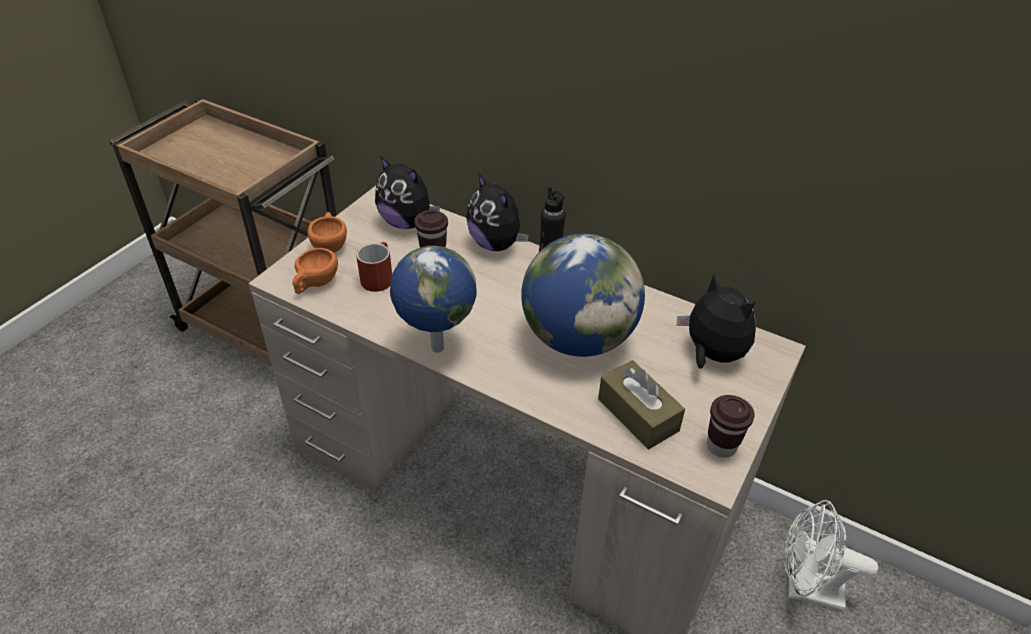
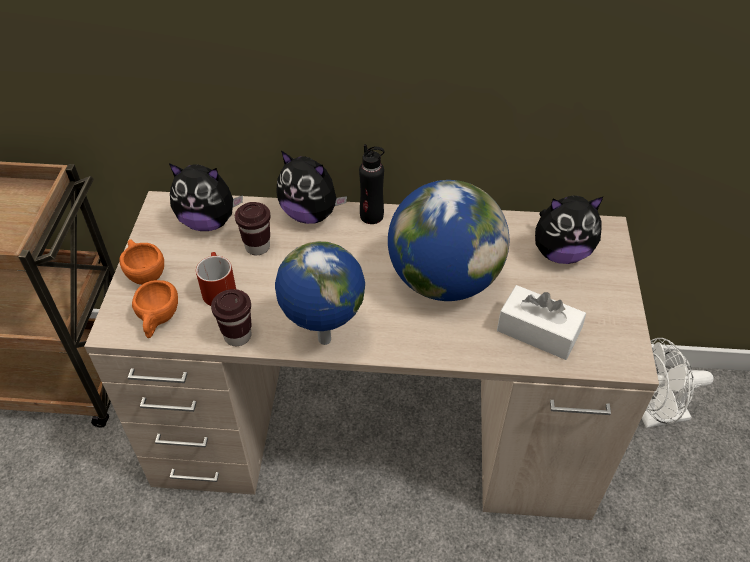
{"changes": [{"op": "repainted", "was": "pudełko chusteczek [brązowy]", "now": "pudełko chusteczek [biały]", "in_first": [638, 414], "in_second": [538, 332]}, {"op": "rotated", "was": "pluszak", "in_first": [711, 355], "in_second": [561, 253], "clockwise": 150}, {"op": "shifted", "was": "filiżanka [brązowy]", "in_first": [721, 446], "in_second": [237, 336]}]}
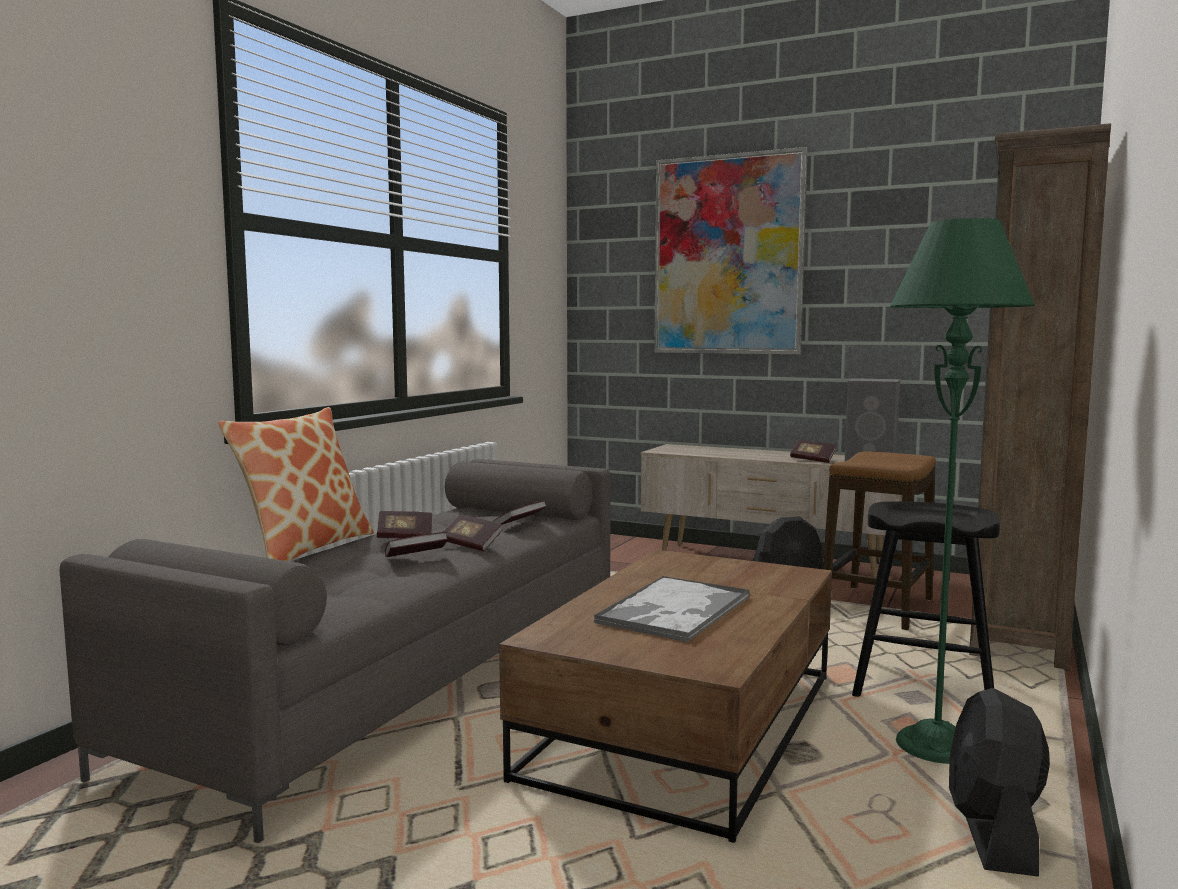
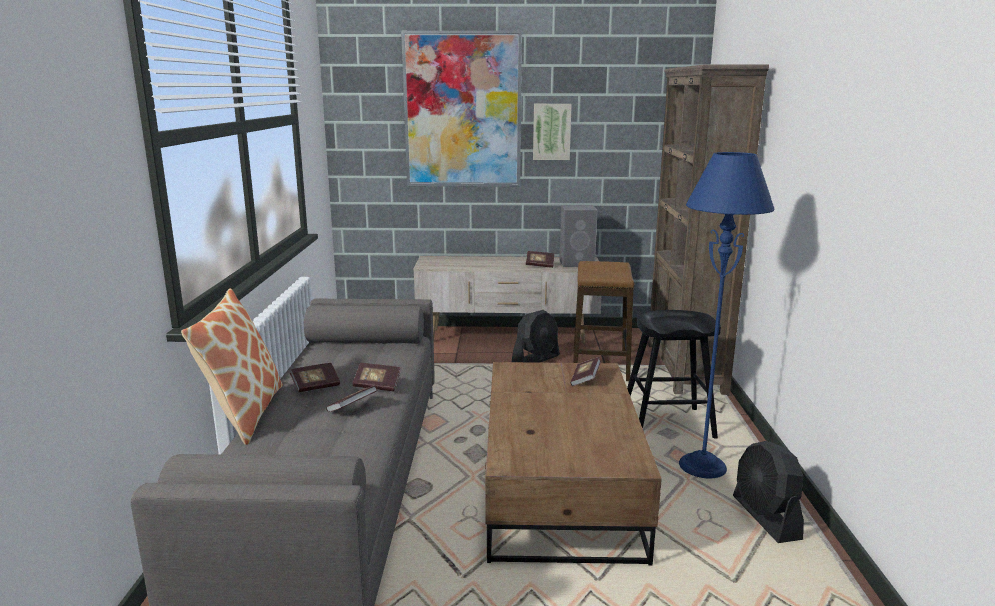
{"changes": [{"op": "shifted", "was": "książka", "in_first": [519, 525], "in_second": [585, 379]}, {"op": "gone", "was": "taca", "in_first": [673, 610]}, {"op": "repainted", "was": "lampa stojąca [zielony]", "now": "lampa stojąca [niebieski]", "in_first": [936, 747], "in_second": [702, 467]}, {"op": "new", "now": "obraz", "in_second": [551, 131]}]}
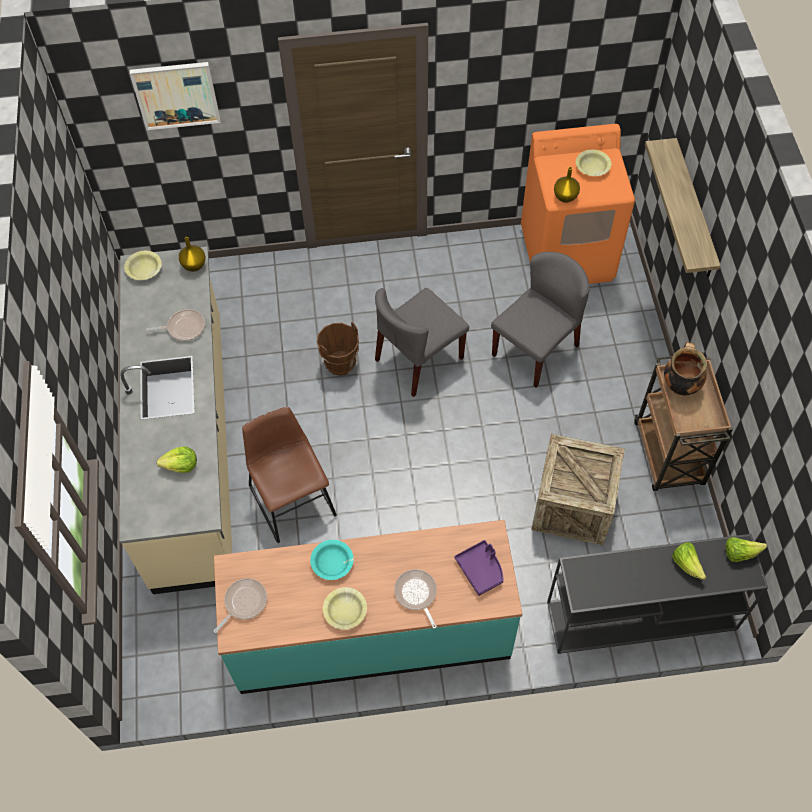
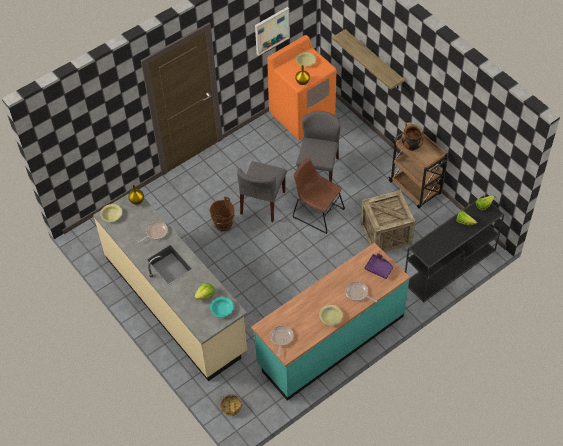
{"changes": [{"op": "shifted", "was": "obraz", "in_first": [176, 95], "in_second": [271, 30]}, {"op": "shifted", "was": "krzesło [brązowy]", "in_first": [291, 497], "in_second": [316, 212]}, {"op": "shifted", "was": "miska [turkusowy]", "in_first": [332, 562], "in_second": [222, 309]}, {"op": "new", "now": "koszyk", "in_second": [231, 406]}]}
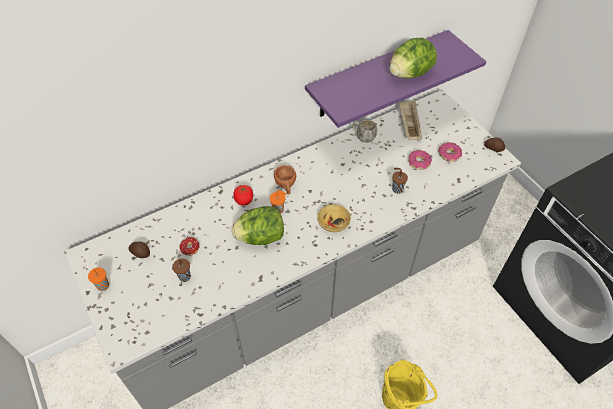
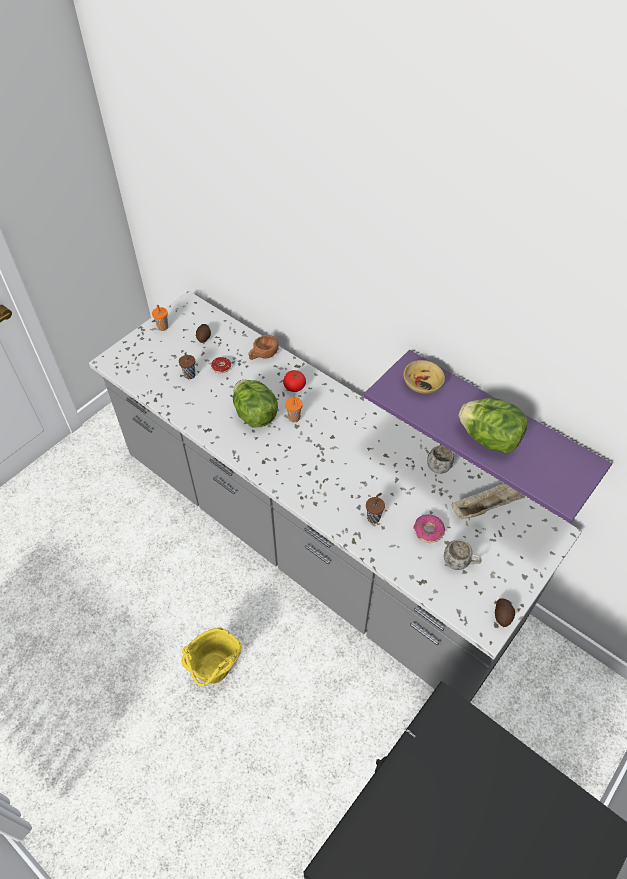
{"changes": [{"op": "shifted", "was": "filiżanka [brązowy]", "in_first": [286, 186], "in_second": [263, 356]}, {"op": "shifted", "was": "miska [beżowy]", "in_first": [333, 222], "in_second": [423, 383]}, {"op": "swapped", "was": "donut", "now": "kubek [biały]", "in_first": [449, 155], "in_second": [460, 563]}]}
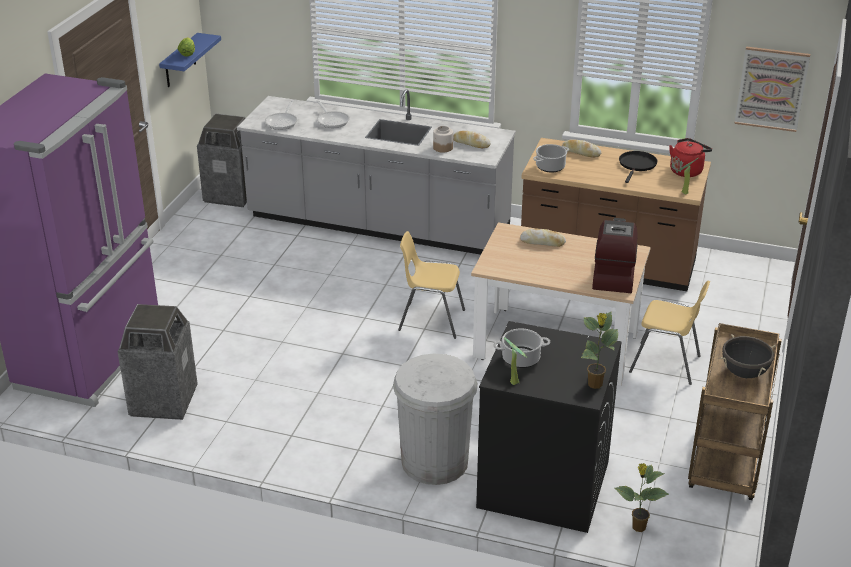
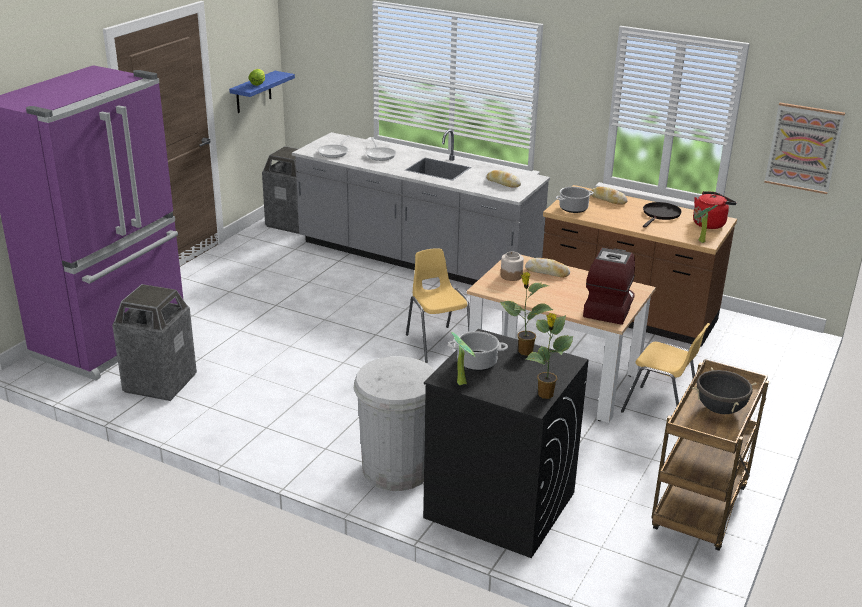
{"changes": [{"op": "rotated", "was": "krzesło [żółty]", "in_first": [431, 320], "in_second": [437, 343], "clockwise": 45}, {"op": "shifted", "was": "słoik", "in_first": [442, 148], "in_second": [511, 276]}, {"op": "shifted", "was": "roślina doniczkowa", "in_first": [638, 527], "in_second": [524, 351]}]}
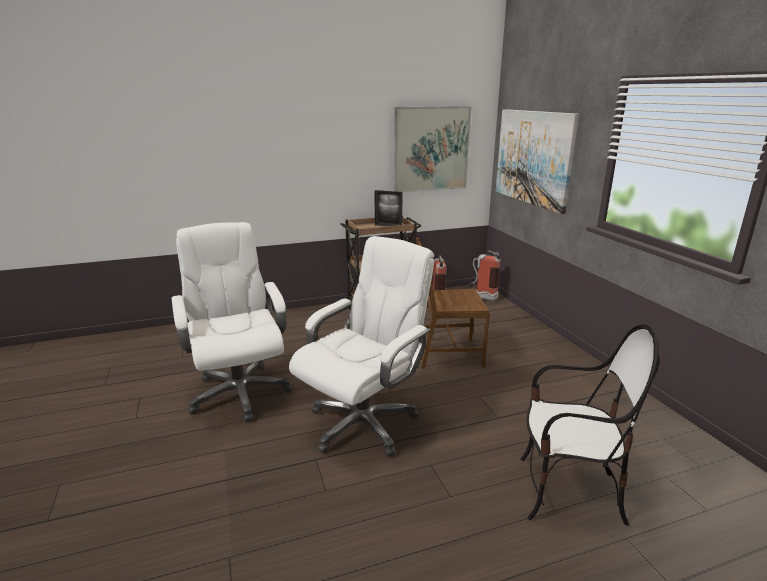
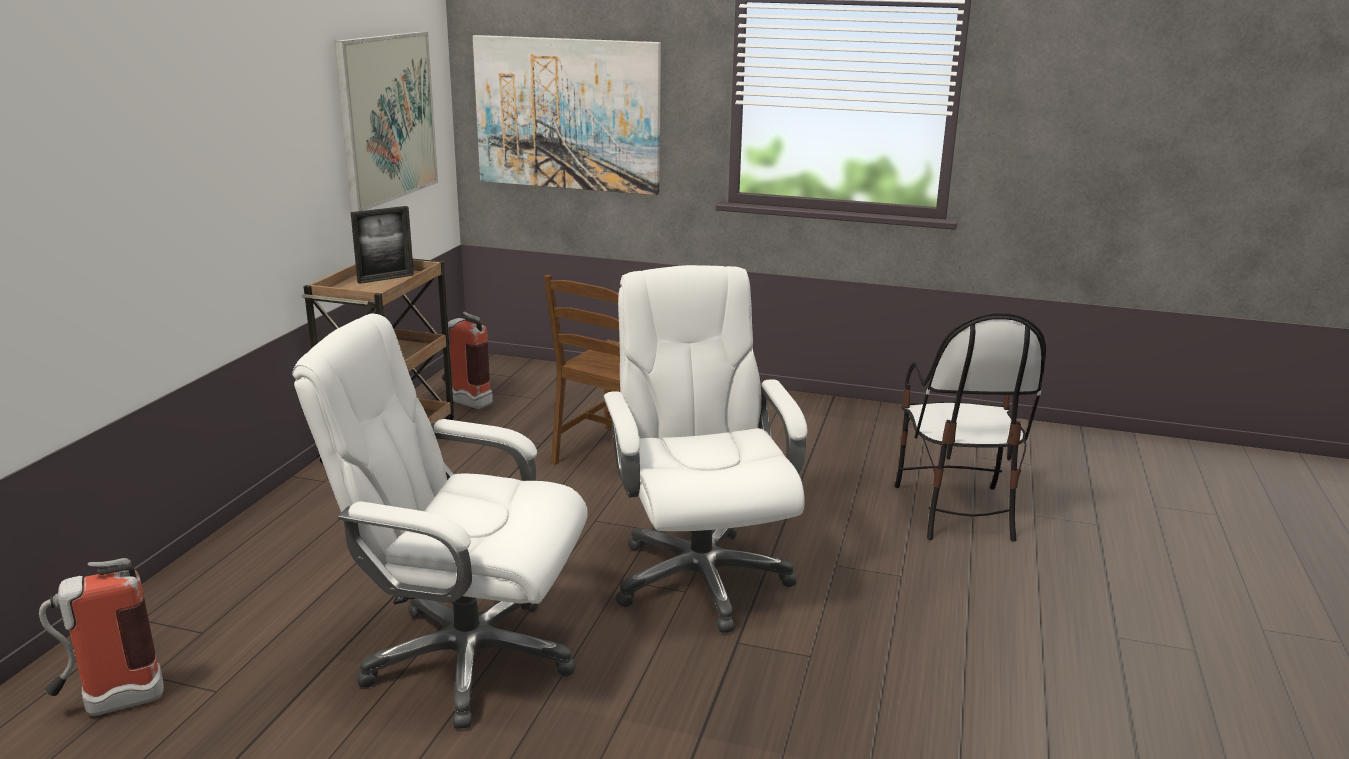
{"changes": [{"op": "shifted", "was": "gaśnica", "in_first": [482, 297], "in_second": [109, 705]}, {"op": "rotated", "was": "krzesło", "in_first": [568, 492], "in_second": [955, 511], "clockwise": 135}]}
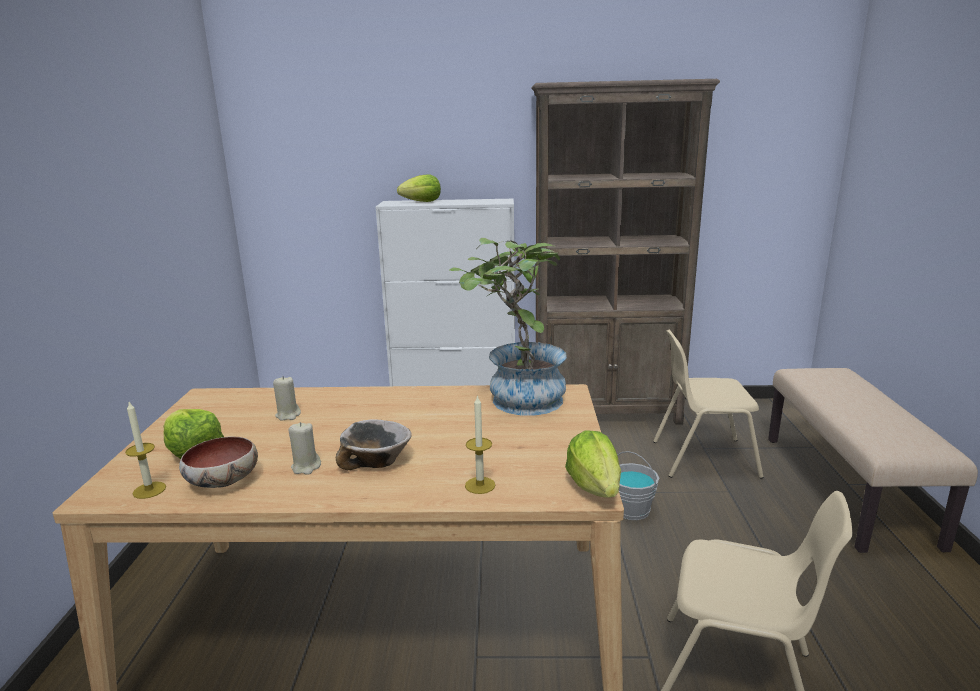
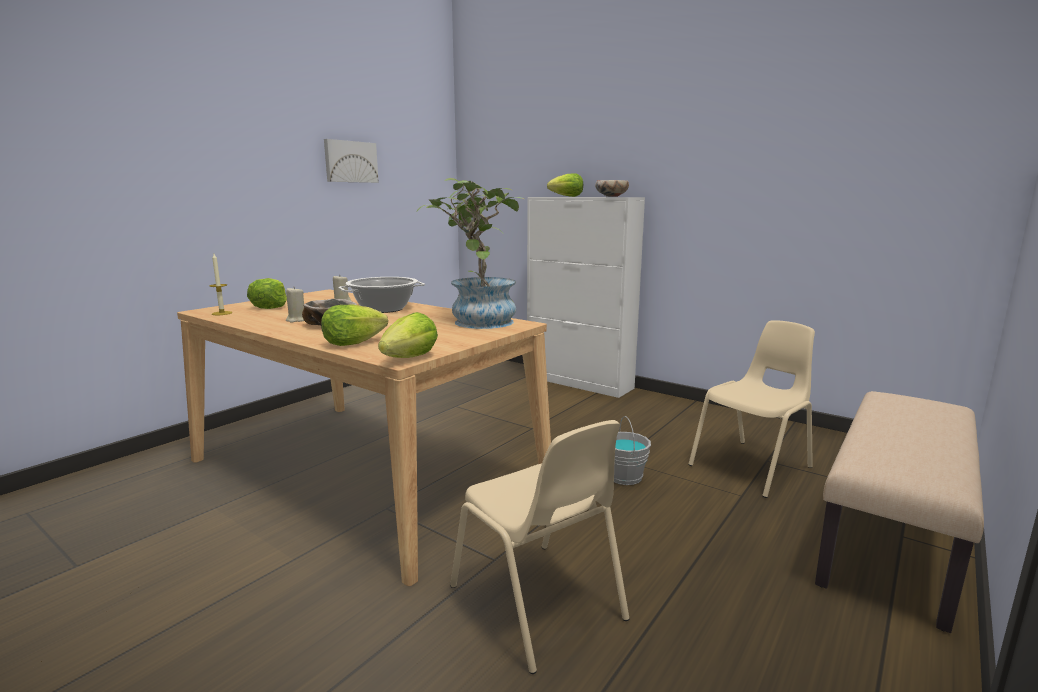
{"changes": [{"op": "shifted", "was": "miska", "in_first": [222, 482], "in_second": [611, 196]}, {"op": "swapped", "was": "świeca", "now": "sałata", "in_first": [480, 485], "in_second": [353, 343]}, {"op": "gone", "was": "regał [brązowy]", "in_first": [607, 412]}, {"op": "rotated", "was": "krzesło [beżowy]", "in_first": [702, 458], "in_second": [753, 466], "clockwise": 105}, {"op": "new", "now": "obraz", "in_second": [350, 161]}, {"op": "new", "now": "garnek", "in_second": [383, 309]}]}
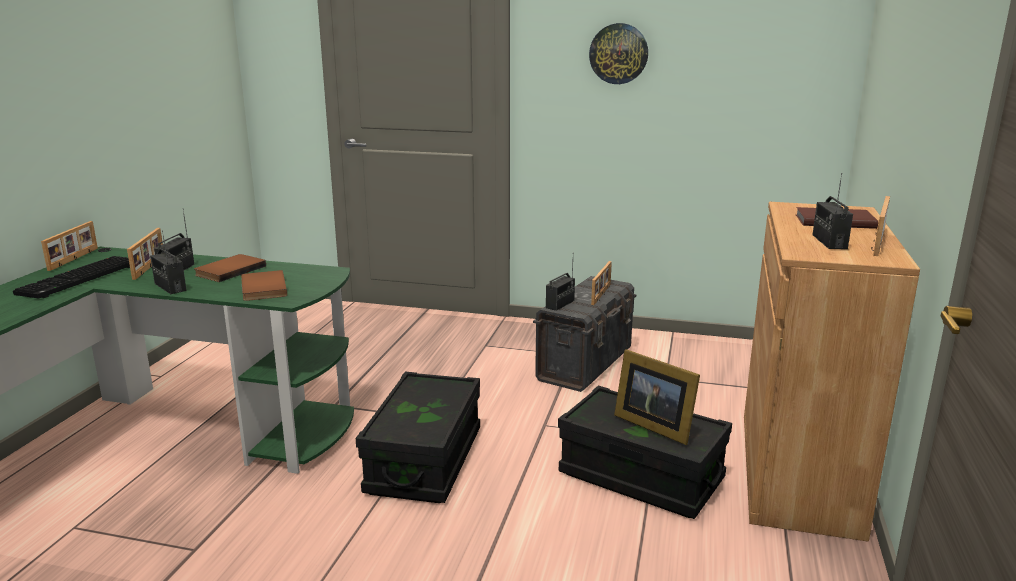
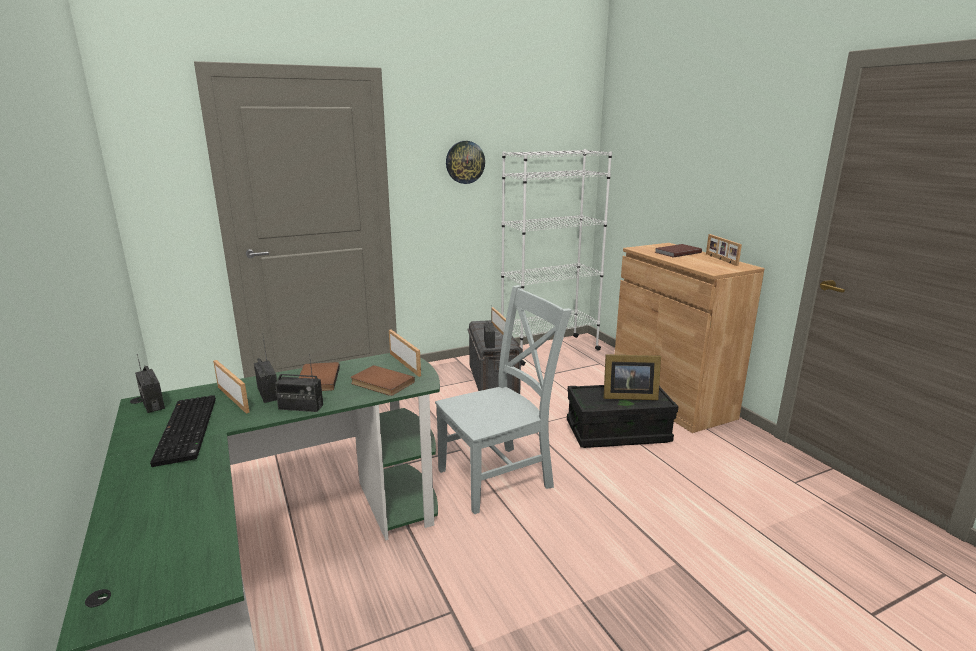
{"changes": [{"op": "shifted", "was": "ramka na zdjęcie", "in_first": [74, 259], "in_second": [405, 364]}, {"op": "swapped", "was": "pojemnik do przechowywania [czarny]", "now": "krzesło [szary]", "in_first": [424, 461], "in_second": [499, 477]}, {"op": "shifted", "was": "radio", "in_first": [829, 241], "in_second": [152, 403]}, {"op": "new", "now": "regał [biały]", "in_second": [549, 350]}]}
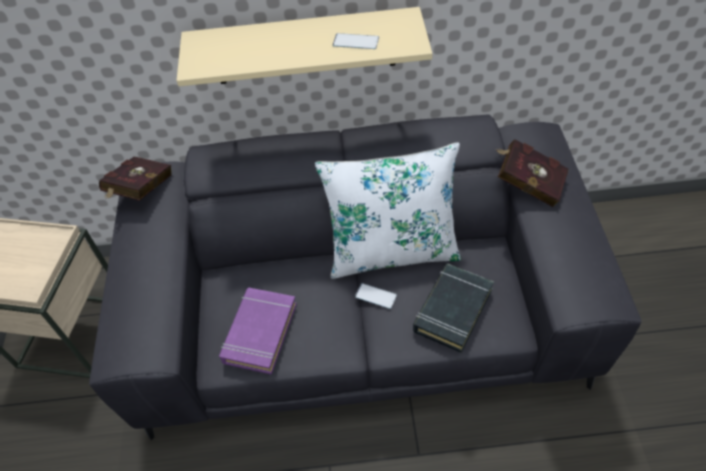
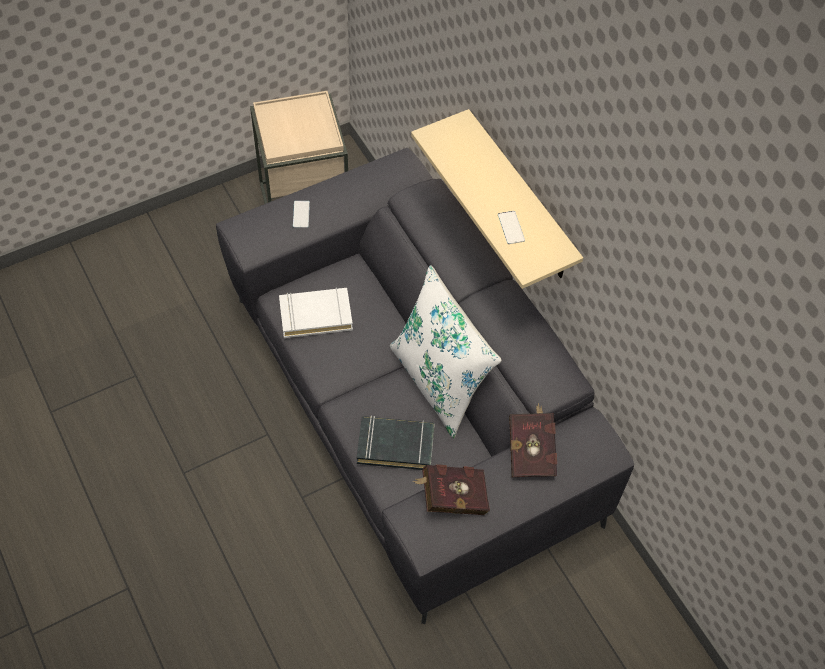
{"changes": [{"op": "shifted", "was": "książka [czerwony]", "in_first": [139, 191], "in_second": [451, 497]}, {"op": "repainted", "was": "książka [fioletowy]", "now": "książka [biały]", "in_first": [259, 333], "in_second": [315, 315]}, {"op": "shifted", "was": "telefon", "in_first": [376, 296], "in_second": [301, 214]}]}
